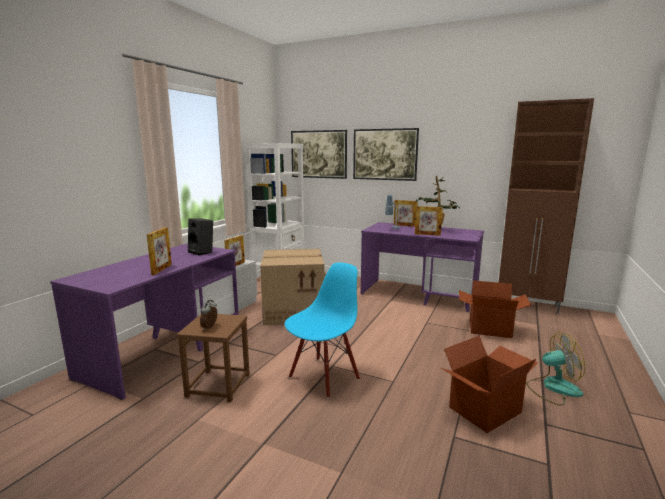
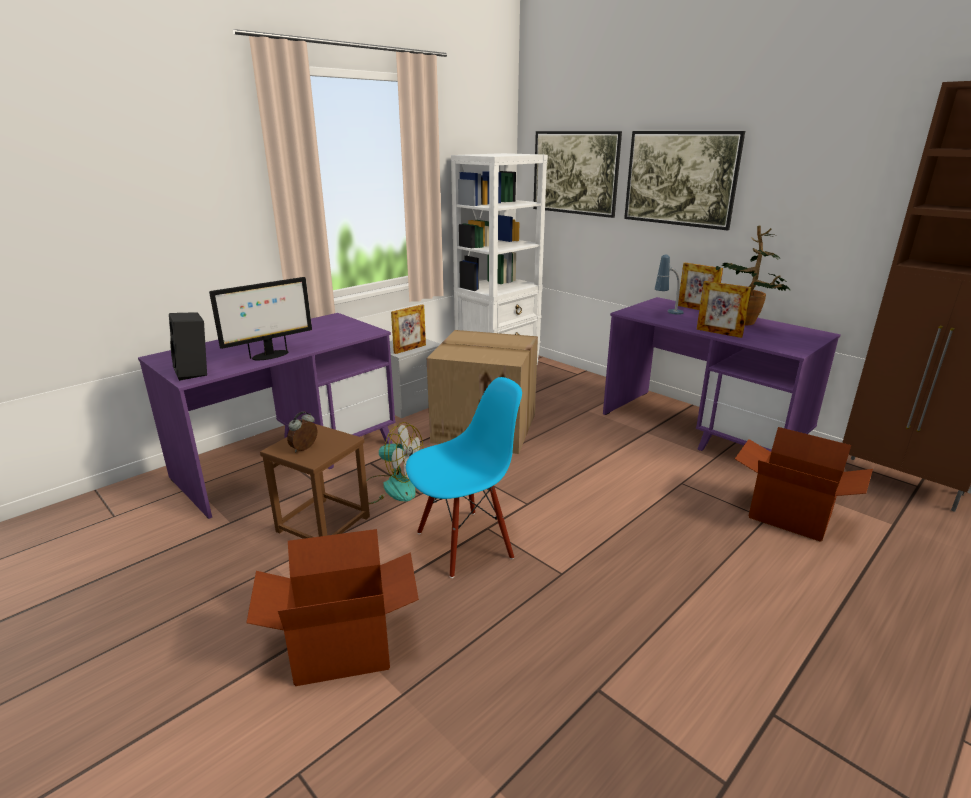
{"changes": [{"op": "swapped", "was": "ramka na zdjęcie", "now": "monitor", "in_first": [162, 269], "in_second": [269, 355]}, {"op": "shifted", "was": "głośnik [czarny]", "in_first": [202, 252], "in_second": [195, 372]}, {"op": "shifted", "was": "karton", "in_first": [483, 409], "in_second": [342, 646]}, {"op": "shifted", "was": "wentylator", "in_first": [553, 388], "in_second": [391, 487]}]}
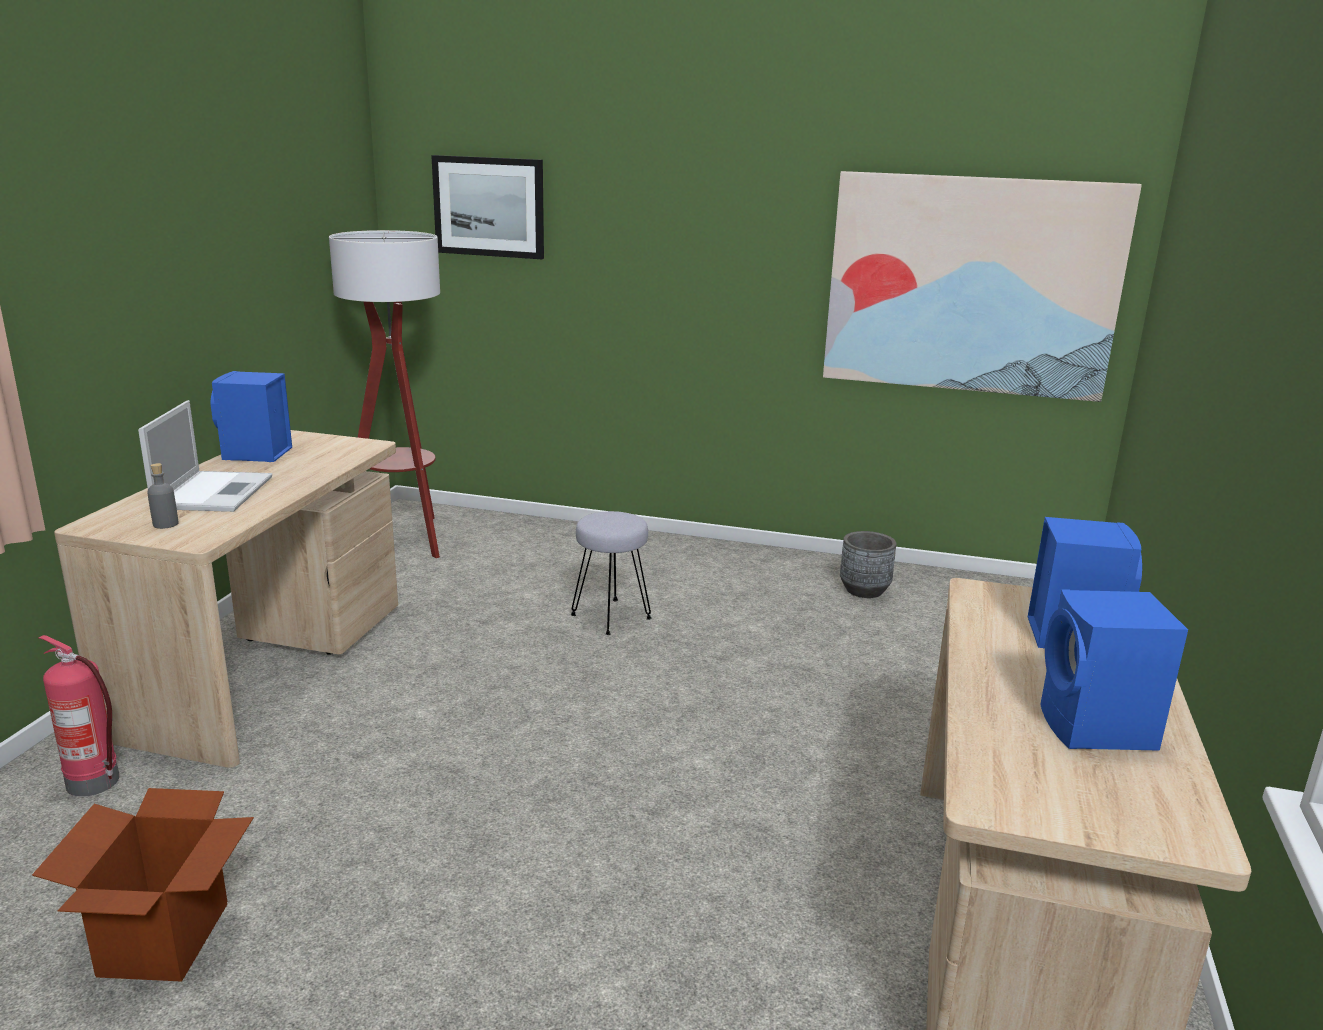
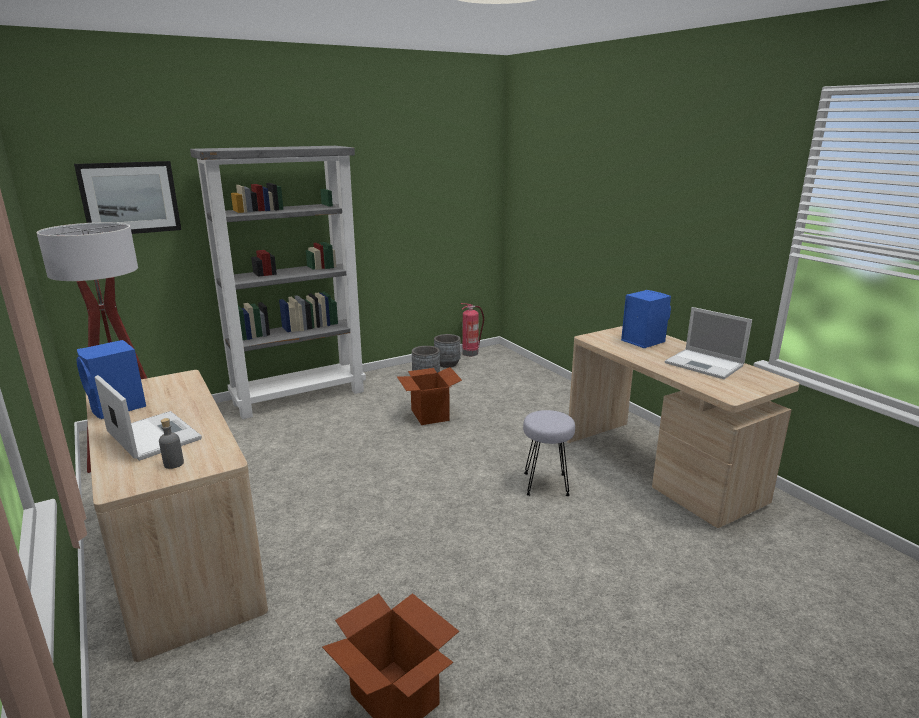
{"changes": [{"op": "shifted", "was": "gaśnica", "in_first": [95, 782], "in_second": [471, 353]}, {"op": "shifted", "was": "stołek [szary]", "in_first": [610, 616], "in_second": [545, 484]}, {"op": "gone", "was": "obraz", "in_first": [971, 286]}, {"op": "swapped", "was": "głośnik [niebieski]", "now": "laptop", "in_first": [1097, 730], "in_second": [705, 364]}, {"op": "new", "now": "regał [szary]", "in_second": [300, 397]}, {"op": "new", "now": "karton", "in_second": [429, 415]}, {"op": "new", "now": "donica [szary]", "in_second": [447, 364]}]}
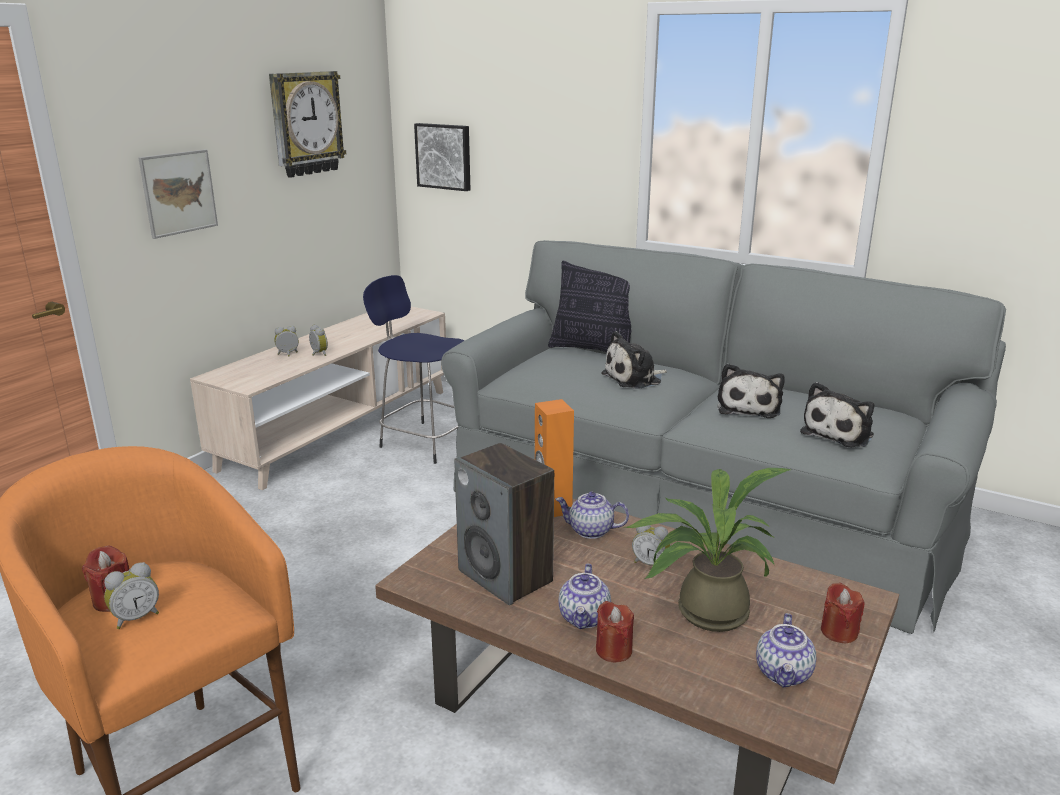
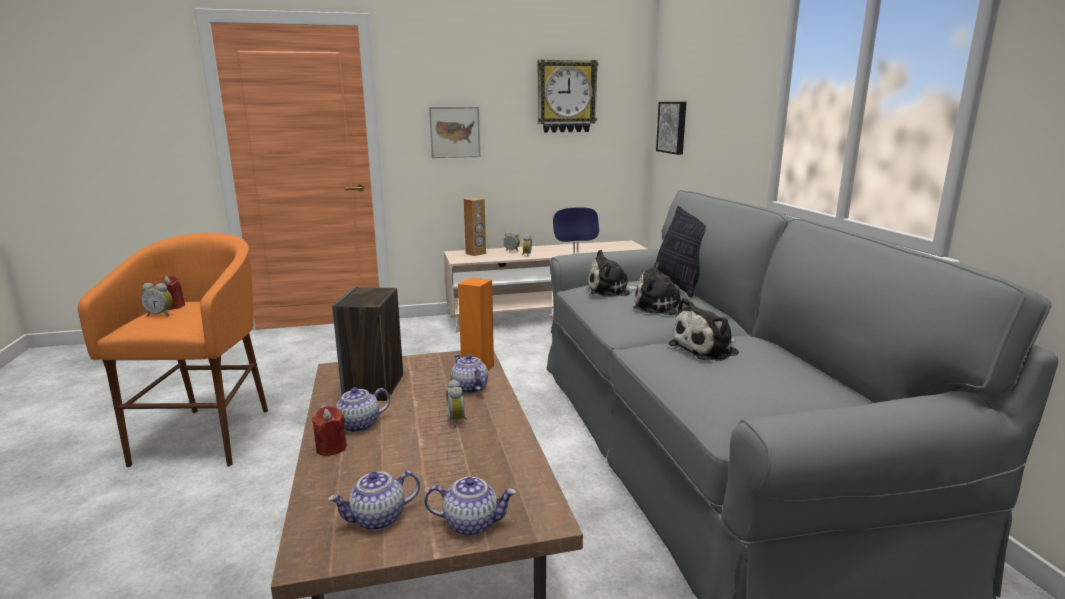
{"changes": [{"op": "gone", "was": "roślina doniczkowa", "in_first": [703, 612]}, {"op": "shifted", "was": "pluszak", "in_first": [839, 433], "in_second": [611, 290]}, {"op": "swapped", "was": "świeca [czerwony]", "now": "imbryk", "in_first": [838, 632], "in_second": [471, 523]}, {"op": "new", "now": "głośnik [brązowy]", "in_second": [476, 253]}]}
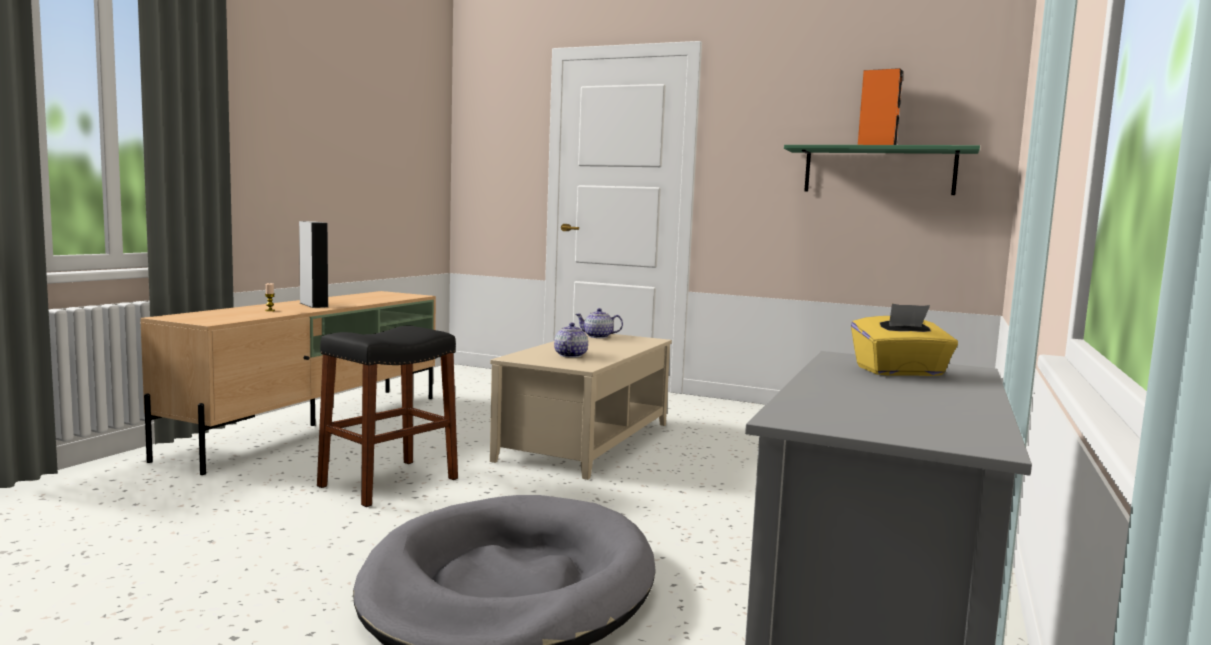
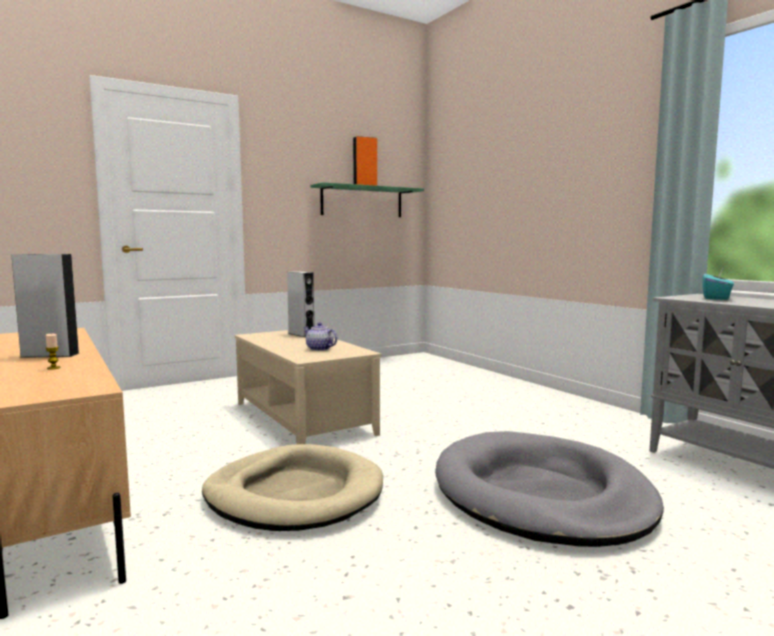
{"changes": [{"op": "swapped", "was": "stołek [czarny]", "now": "legowisko [beżowy]", "in_first": [389, 482], "in_second": [294, 494]}, {"op": "gone", "was": "imbryk", "in_first": [598, 336]}, {"op": "repainted", "was": "pudełko chusteczek [żółty]", "now": "pudełko chusteczek [turkusowy]", "in_first": [900, 372], "in_second": [716, 298]}, {"op": "new", "now": "głośnik [szary]", "in_second": [301, 334]}]}
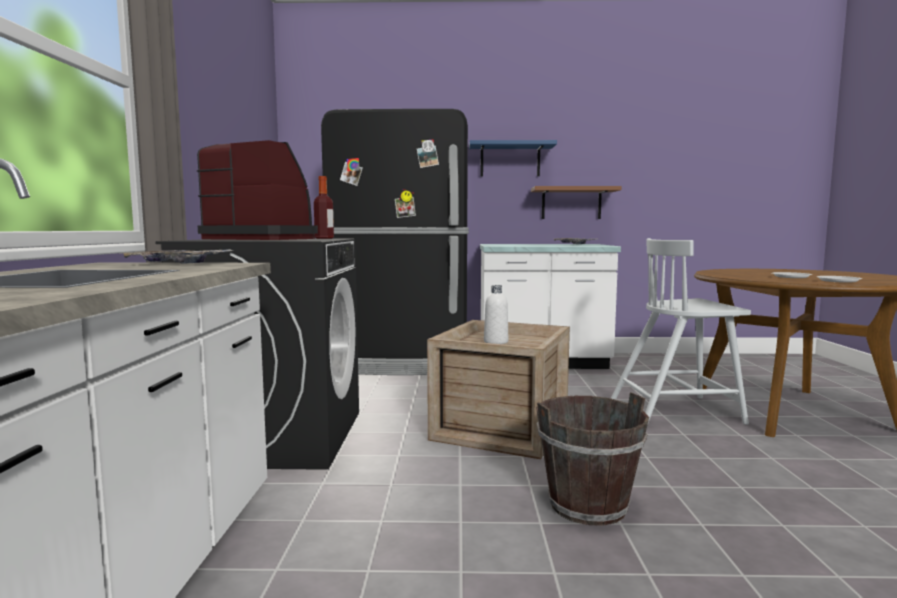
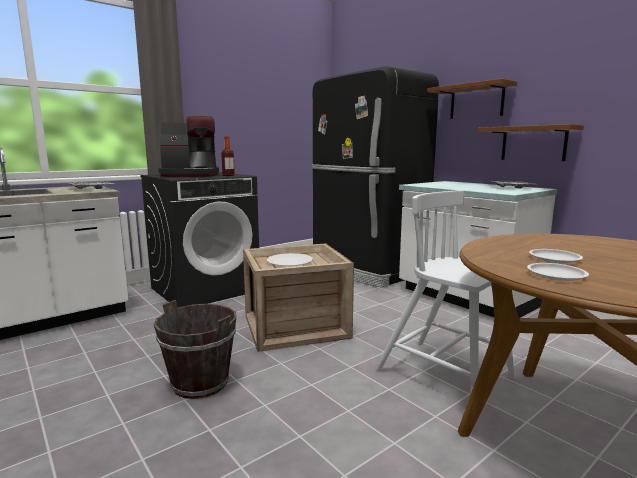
{"changes": [{"op": "rotated", "was": "ekspres do kawy", "in_first": [264, 239], "in_second": [190, 175], "clockwise": 90}, {"op": "repainted", "was": "półka [niebieski]", "now": "półka [brązowy]", "in_first": [510, 160], "in_second": [476, 102]}, {"op": "swapped", "was": "butelka [biały]", "now": "talerz [biały]", "in_first": [496, 342], "in_second": [289, 261]}]}
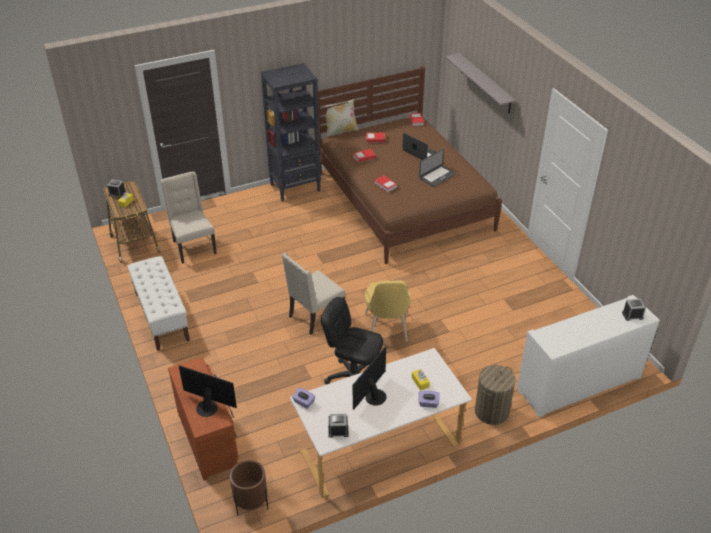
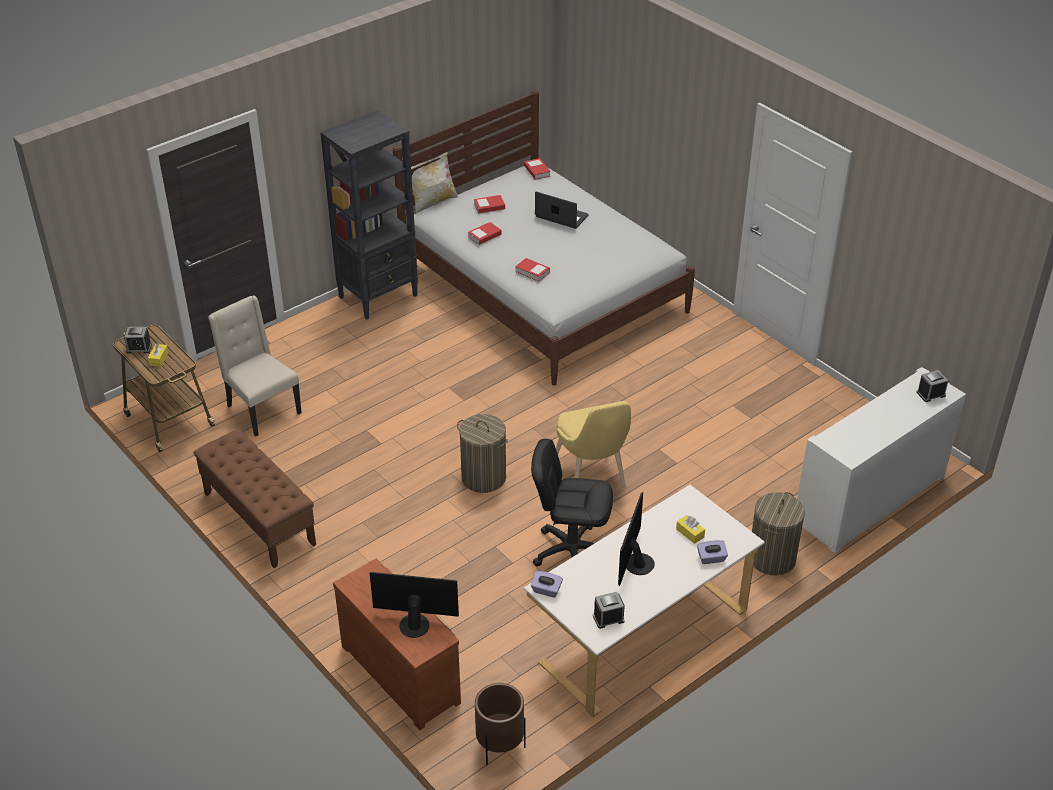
{"changes": [{"op": "repainted", "was": "ławka [biały]", "now": "ławka [brązowy]", "in_first": [161, 316], "in_second": [259, 518]}, {"op": "swapped", "was": "krzesło [beżowy]", "now": "kosz na pranie", "in_first": [315, 317], "in_second": [483, 477]}, {"op": "repainted", "was": "łóżko [brązowy]", "now": "łóżko [biały]", "in_first": [403, 201], "in_second": [543, 290]}, {"op": "gone", "was": "laptop", "in_first": [437, 176]}, {"op": "gone", "was": "półka [szary]", "in_first": [485, 84]}]}
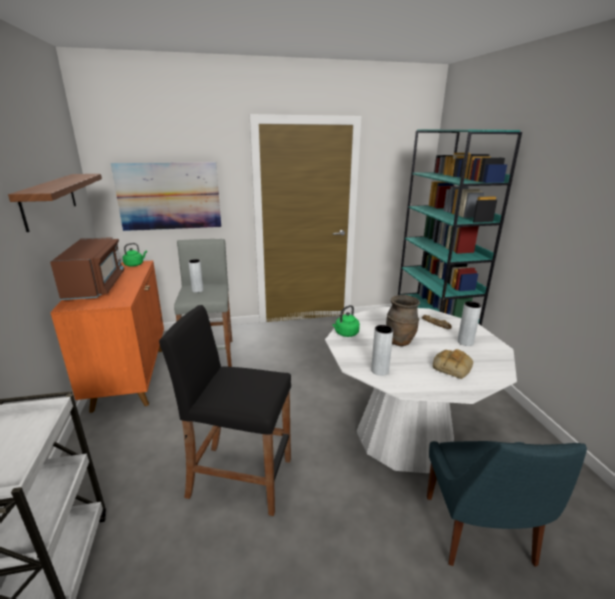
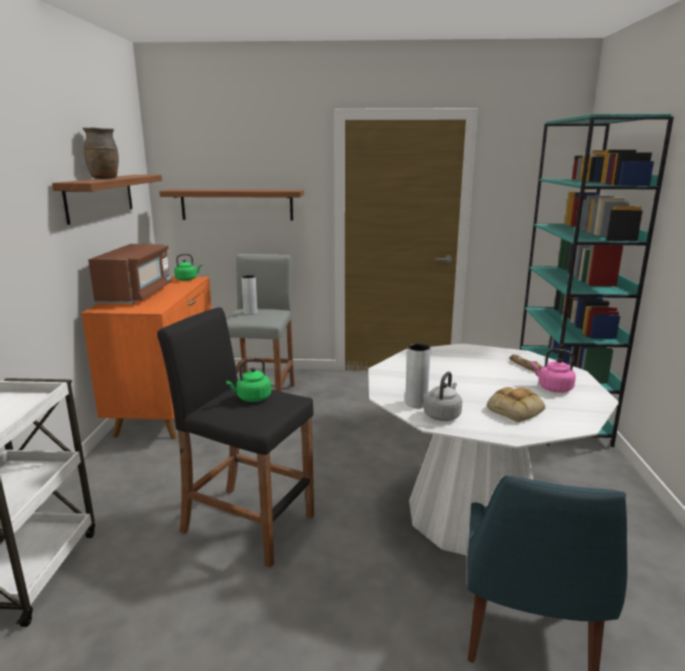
{"changes": [{"op": "swapped", "was": "obraz", "now": "półka", "in_first": [169, 196], "in_second": [237, 204]}, {"op": "shifted", "was": "czajnik [zielony]", "in_first": [345, 334], "in_second": [252, 398]}, {"op": "shifted", "was": "wazon [brązowy]", "in_first": [399, 342], "in_second": [105, 178]}, {"op": "swapped", "was": "wazon [szary]", "now": "czajnik [różowy]", "in_first": [465, 342], "in_second": [553, 388]}, {"op": "new", "now": "czajnik [szary]", "in_second": [442, 415]}]}
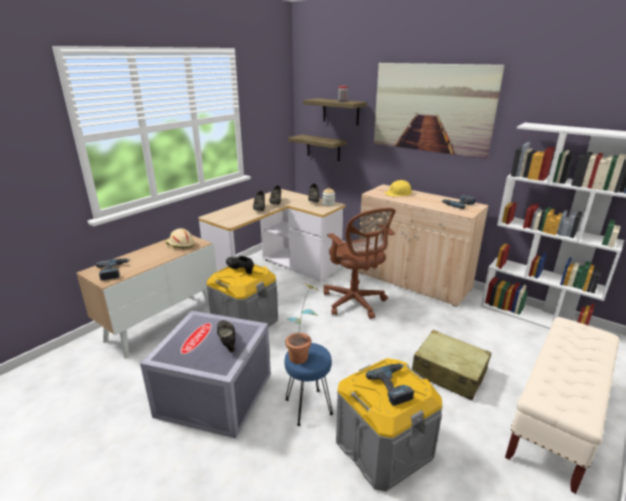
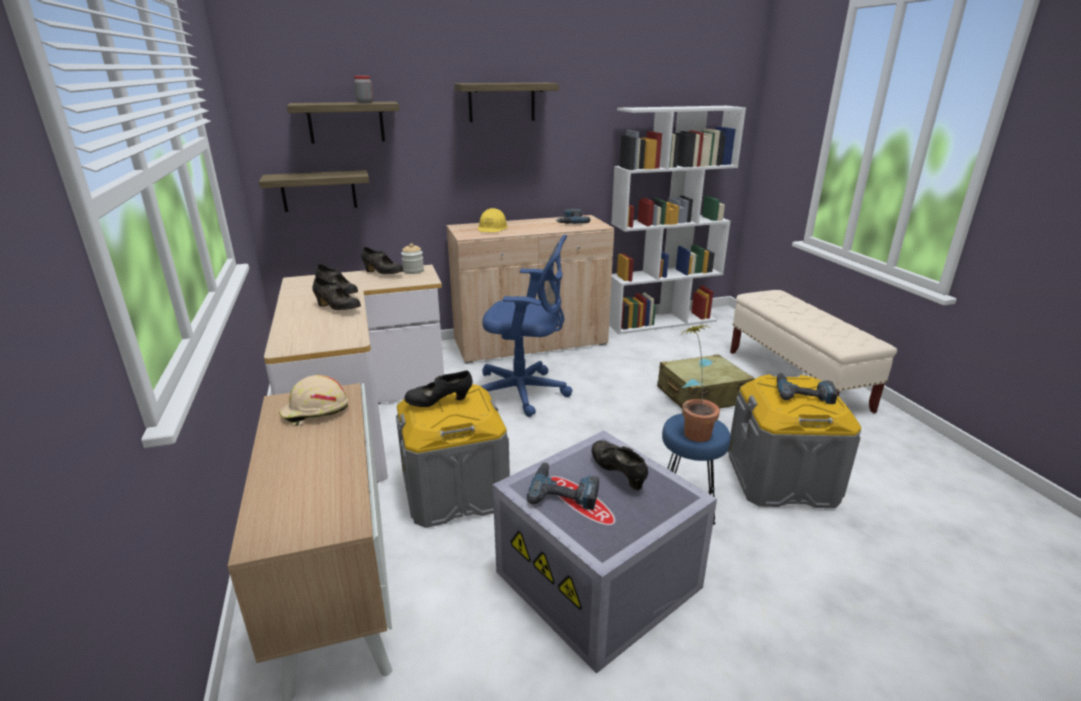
{"changes": [{"op": "shifted", "was": "wiertarka", "in_first": [114, 271], "in_second": [564, 491]}, {"op": "rotated", "was": "but [czarny]", "in_first": [227, 341], "in_second": [618, 474], "clockwise": 45}, {"op": "repainted", "was": "krzesło biurowe [brązowy]", "now": "krzesło biurowe [niebieski]", "in_first": [355, 303], "in_second": [524, 392]}, {"op": "swapped", "was": "obraz", "now": "półka", "in_first": [432, 108], "in_second": [501, 102]}]}
